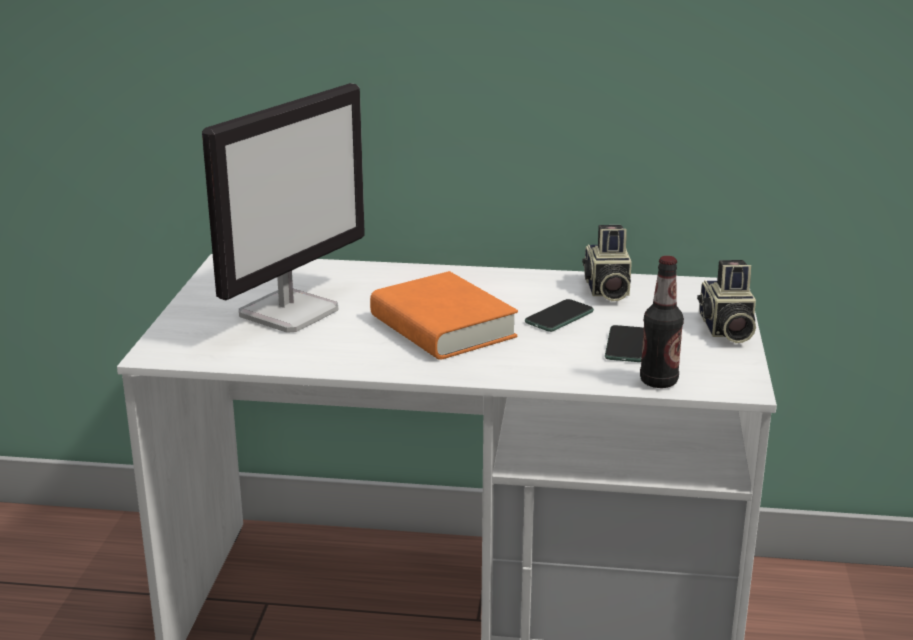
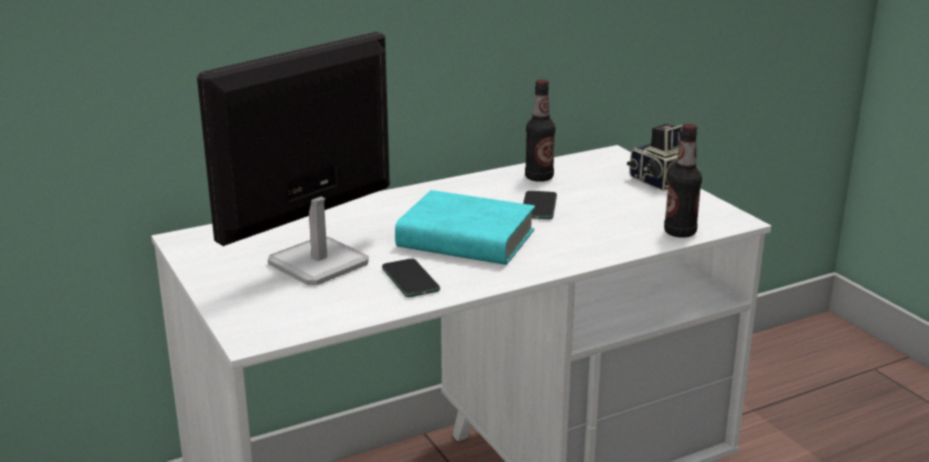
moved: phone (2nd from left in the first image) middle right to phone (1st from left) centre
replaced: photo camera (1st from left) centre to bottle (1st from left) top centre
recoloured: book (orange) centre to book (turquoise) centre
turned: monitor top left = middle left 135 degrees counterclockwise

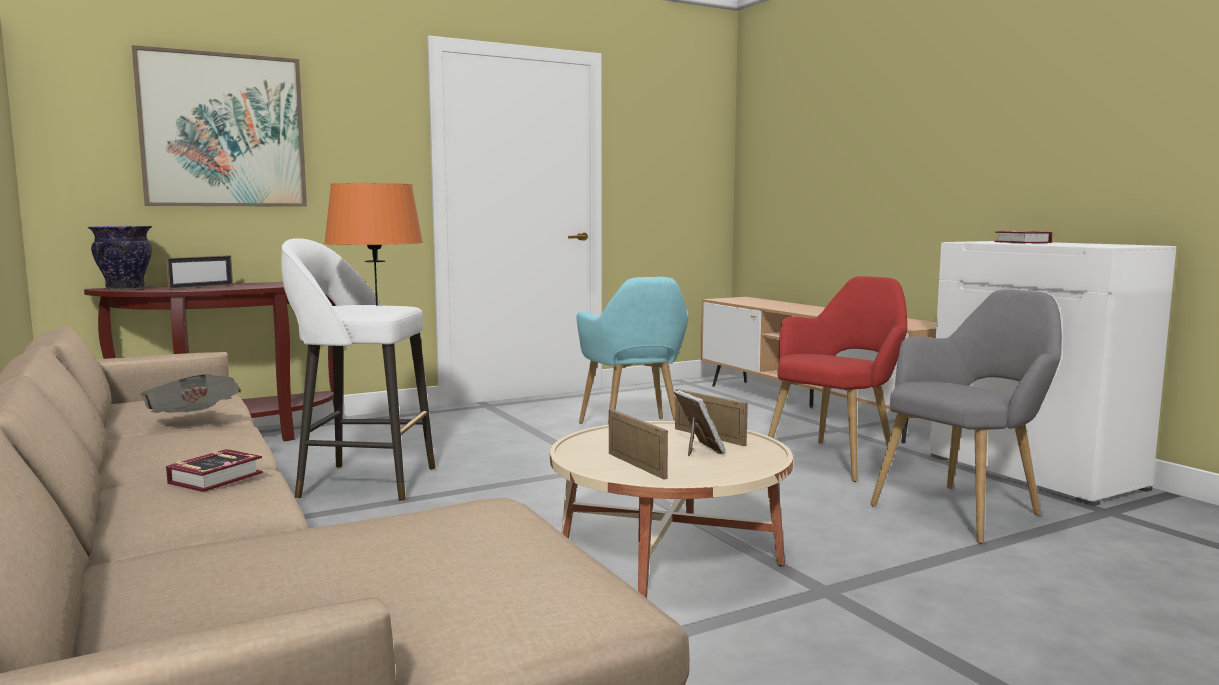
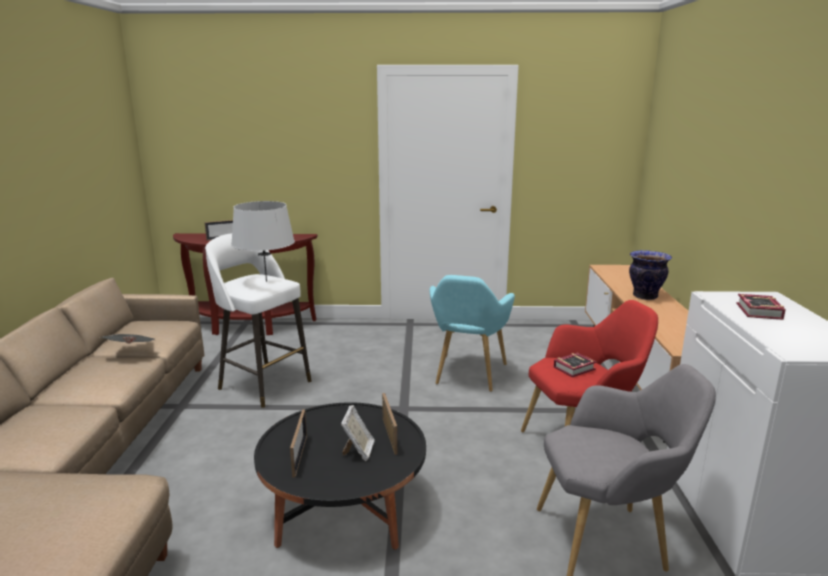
removed: picture top left
moved: book (1st from left) bottom left to middle right; vase middle left to middle right
recoloured: table lamp (orange) middle left to table lamp (grey) middle left; coffee table (beige) bottom centre to coffee table (black) bottom centre

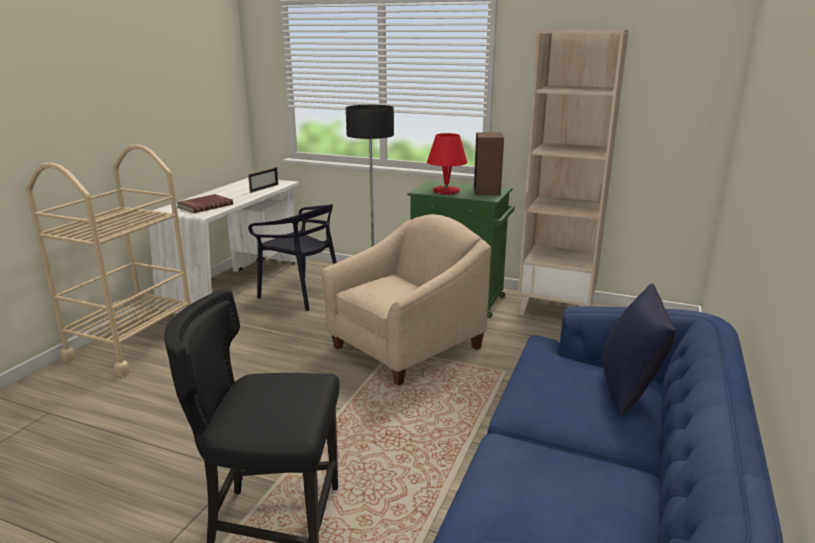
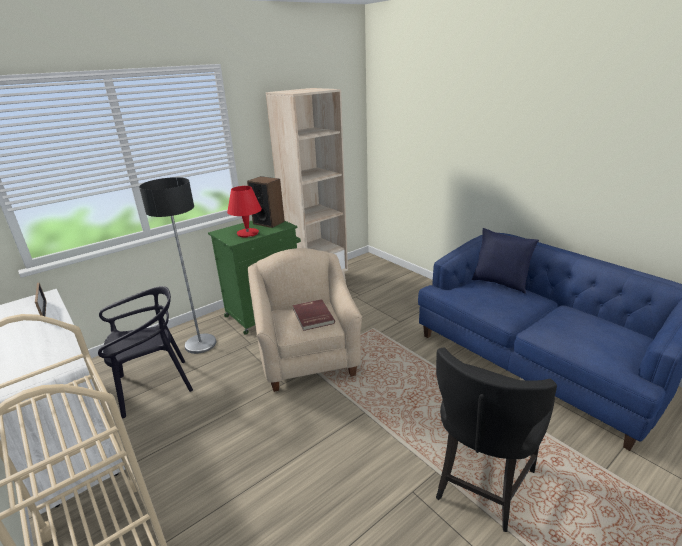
moved: book (red) middle left to centre

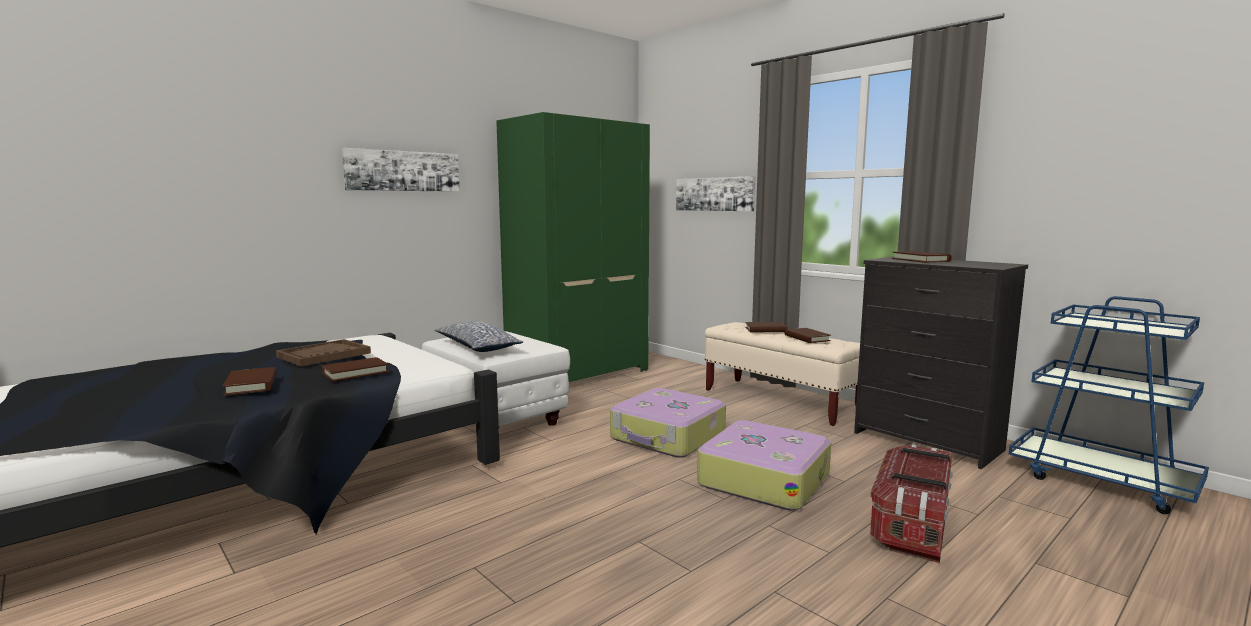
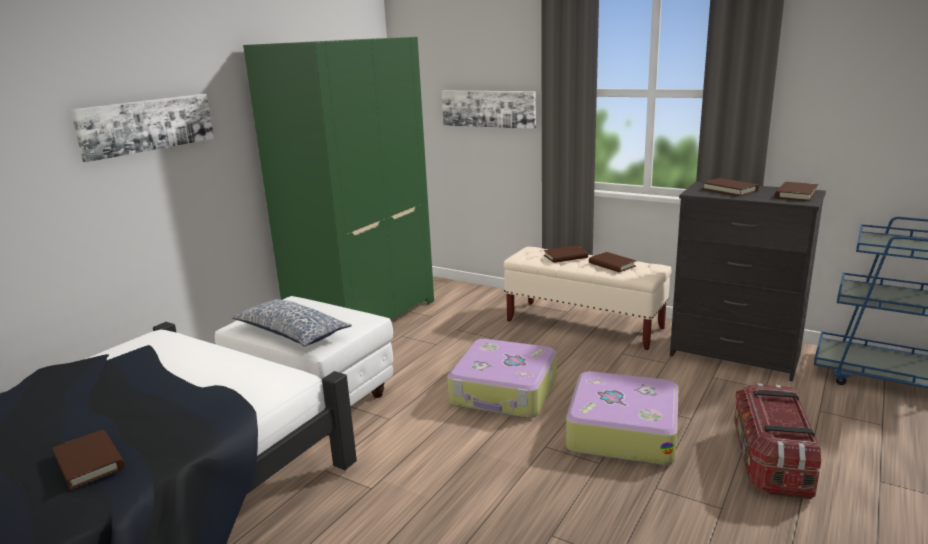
removed: tray (brown) middle left
moved: book (brown) (2nd from left in the first image) middle left to book (brown) (5th from left) middle right

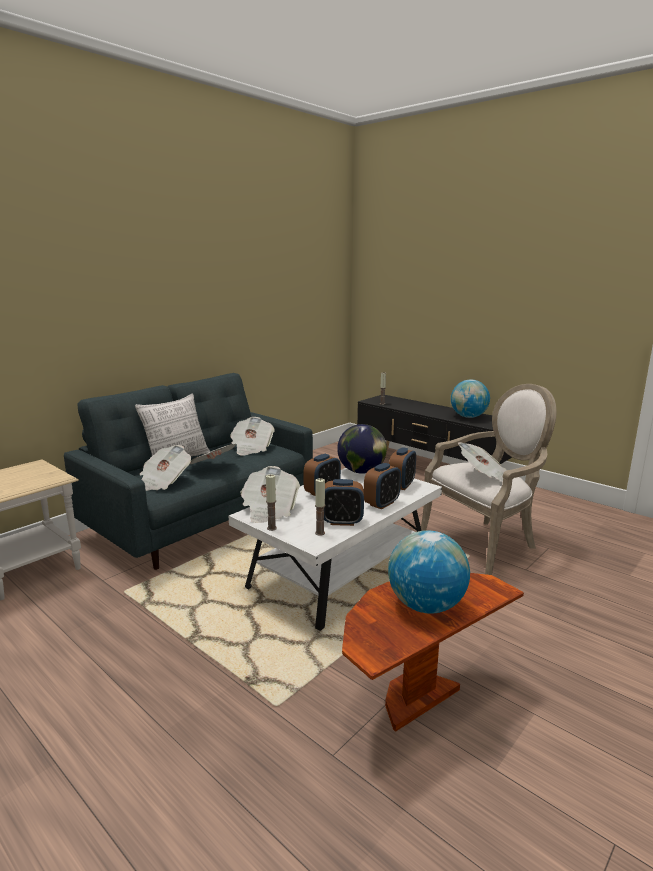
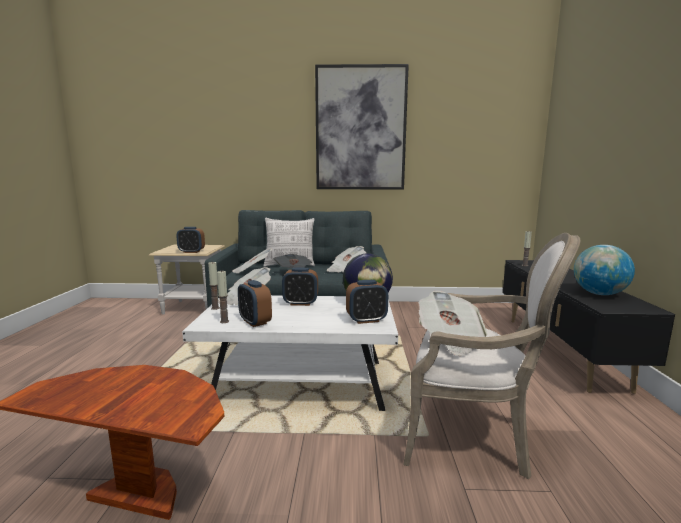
removed: globe (2nd from left) centre
added: picture top centre
moved: alarm clock (3rd from left in the first image) centre to alarm clock (1st from left) middle left

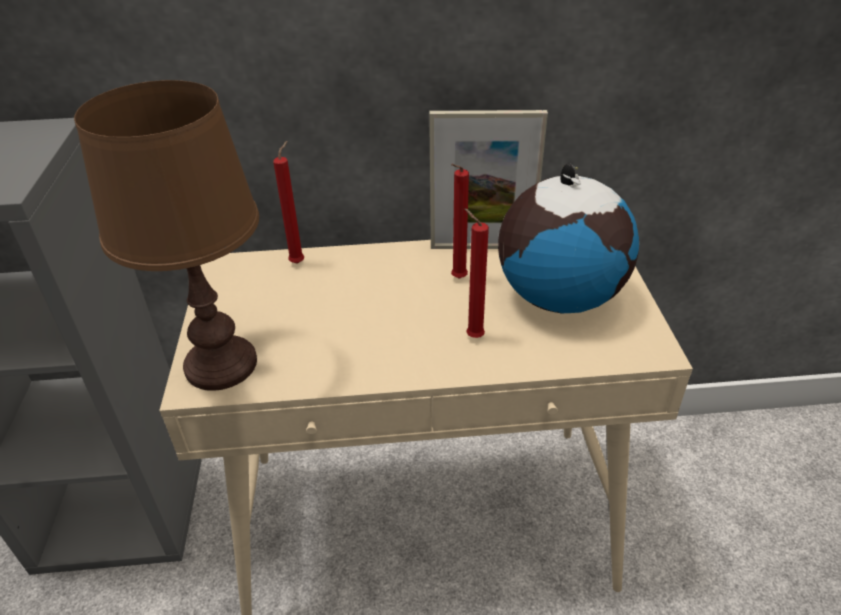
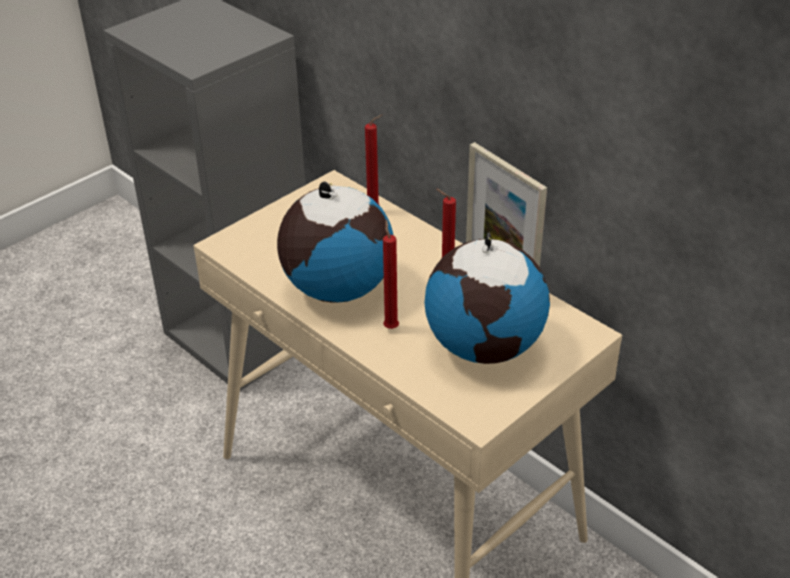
removed: table lamp (brown) middle left
added: globe (1st from left) centre

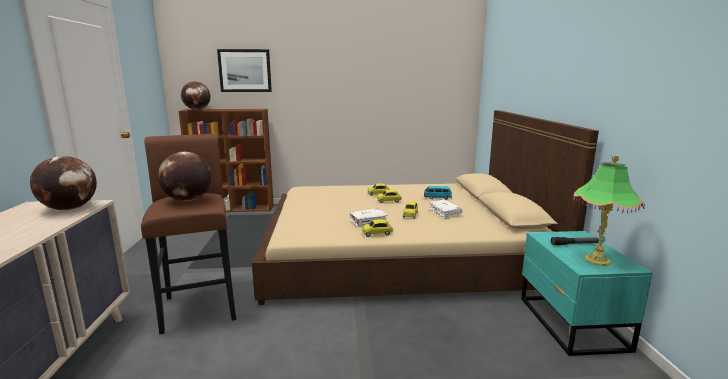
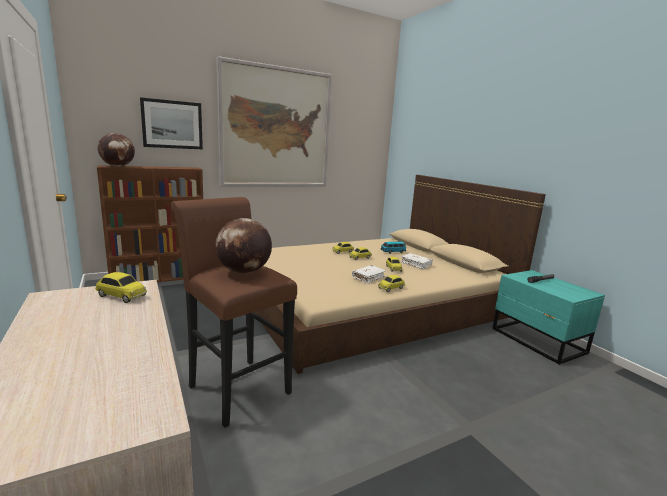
removed: table lamp middle right
added: picture (2nd from left) top centre
replaced: globe (1st from left) middle left to toy car (1st from left) middle left

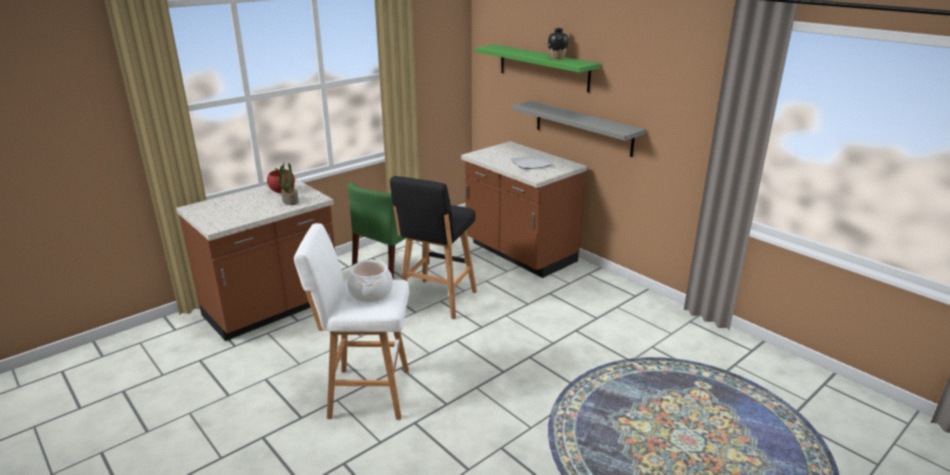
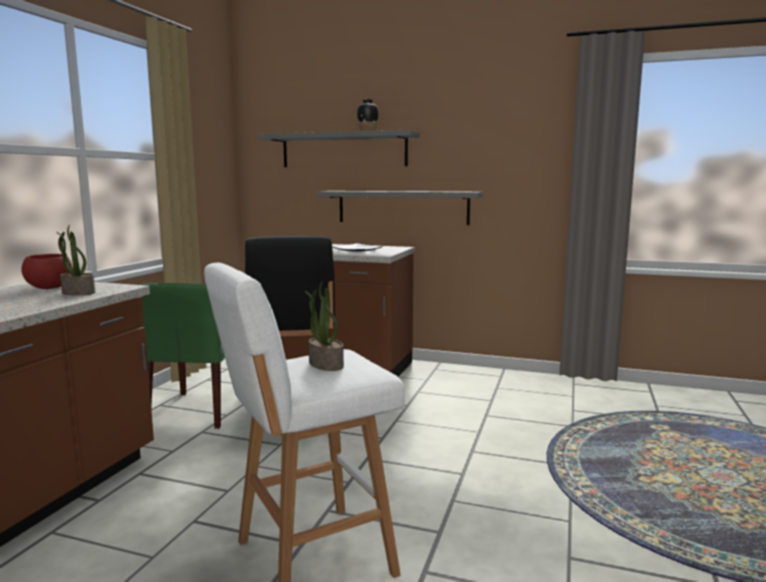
replaced: cooking pot centre to potted plant (2nd from left) centre
recoloured: shelf (green) top centre to shelf (grey) (1st from left) top centre

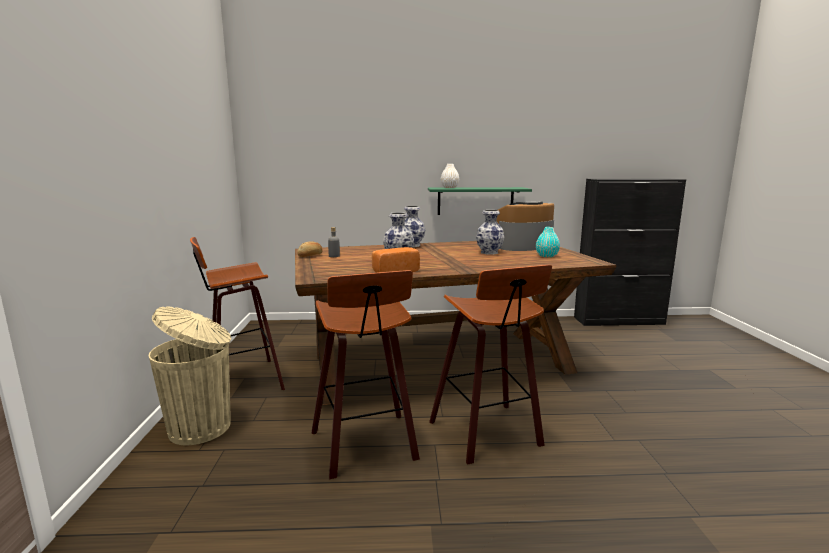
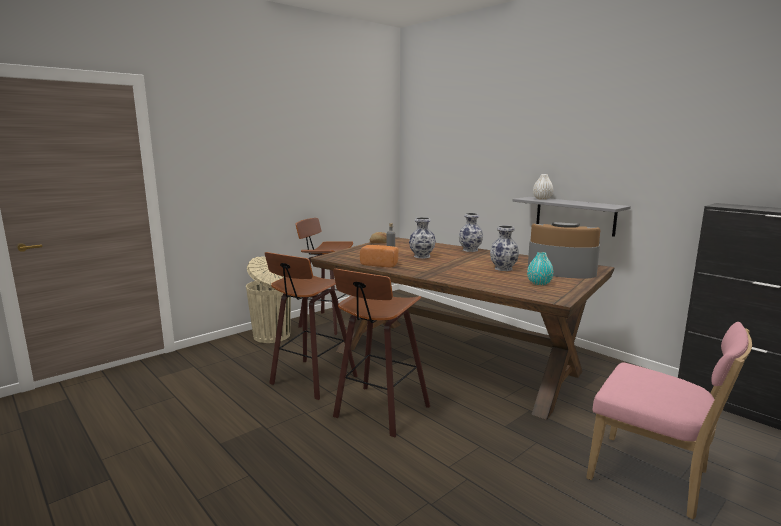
added: chair (pink) bottom right
recoloured: shelf (green) centre to shelf (grey) middle right

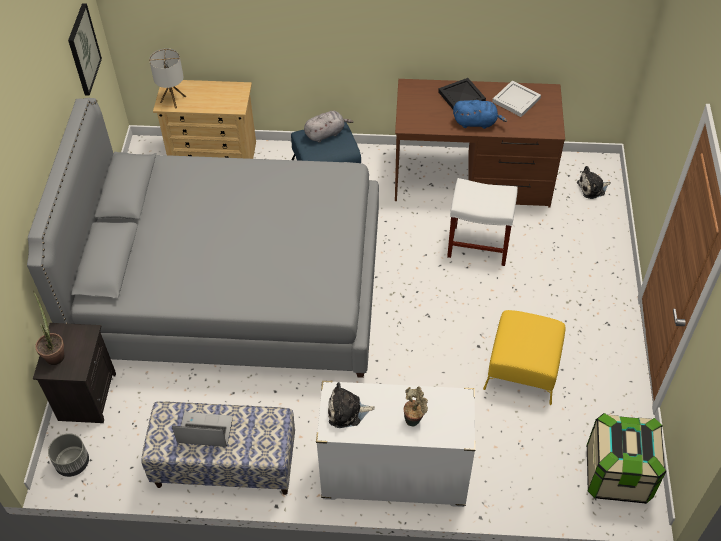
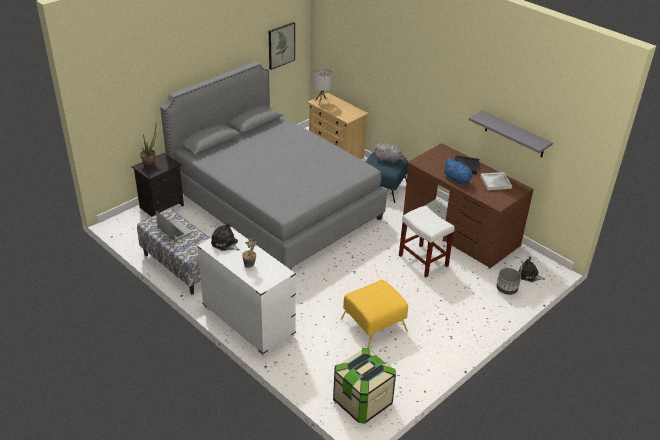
added: shelf (grey) top right
moved: planter (grey) bottom left to middle right

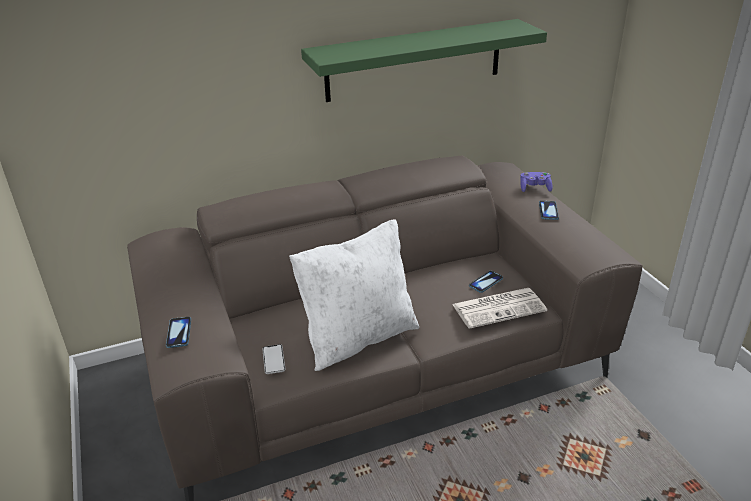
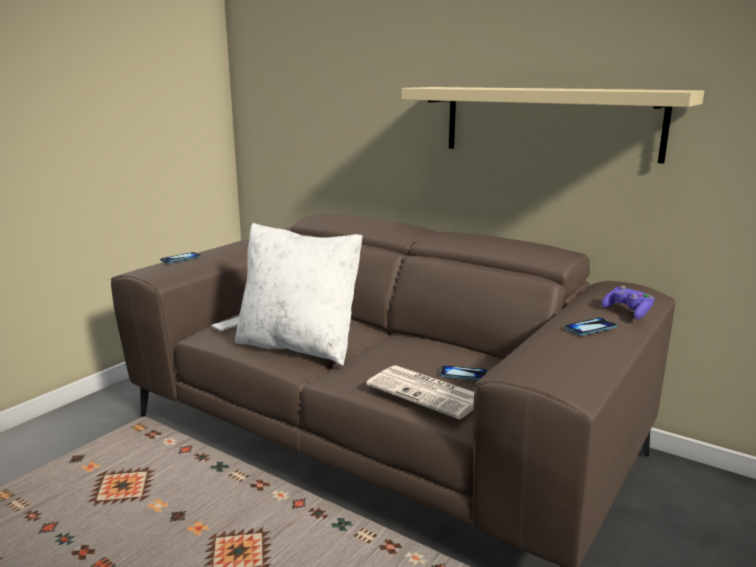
recoloured: shelf (green) top centre to shelf (beige) top right

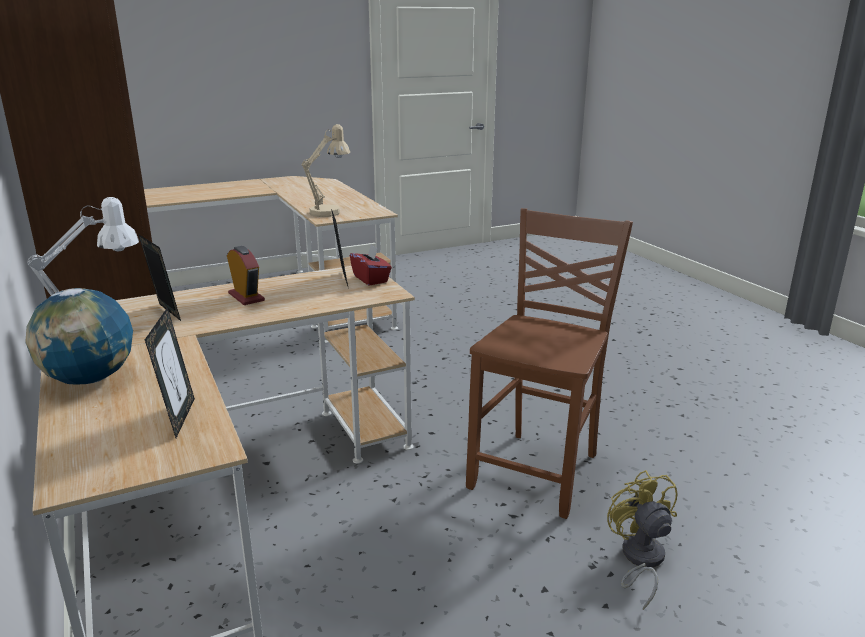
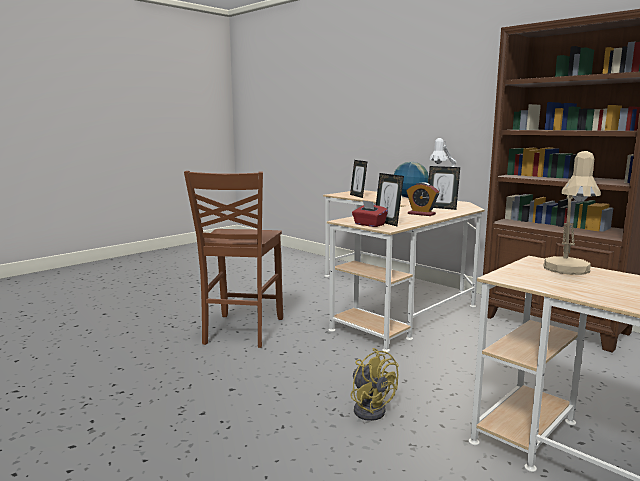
moved: fan (yellow) bottom right to bottom centre

